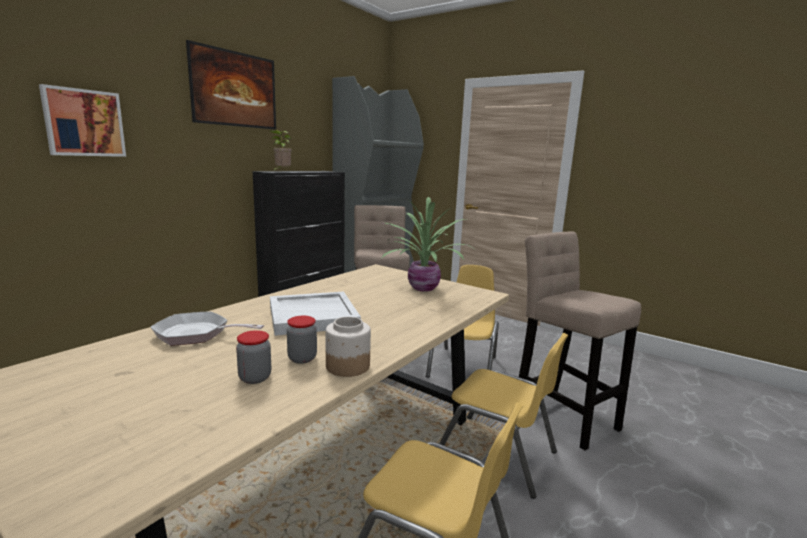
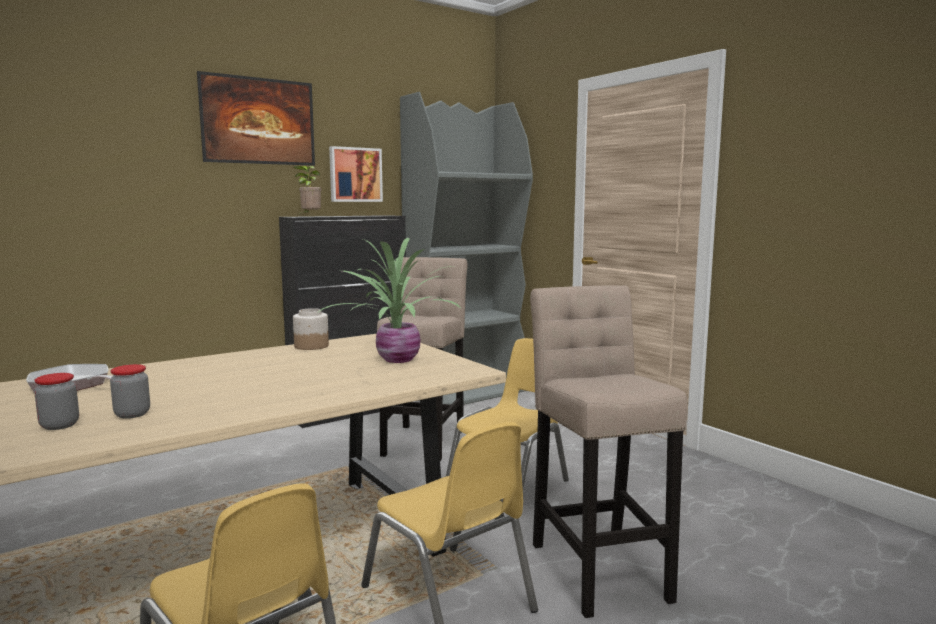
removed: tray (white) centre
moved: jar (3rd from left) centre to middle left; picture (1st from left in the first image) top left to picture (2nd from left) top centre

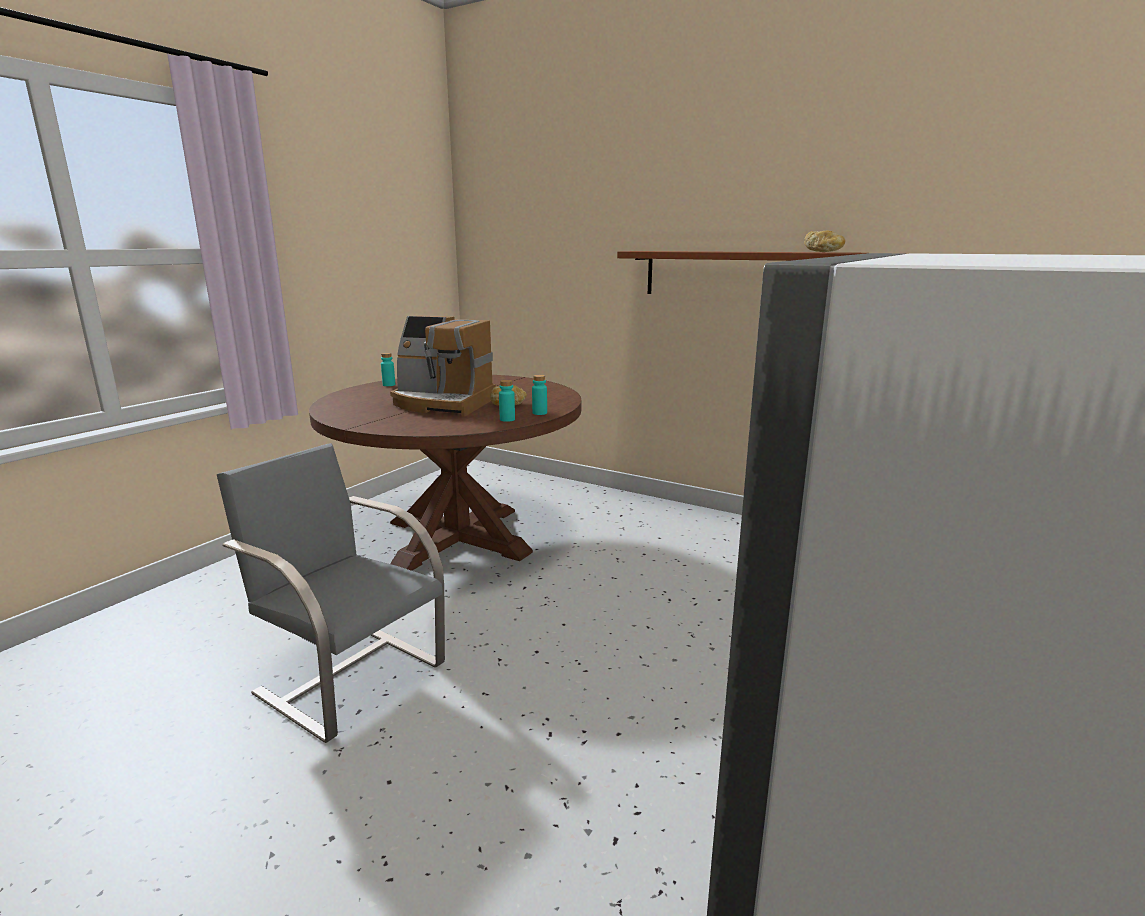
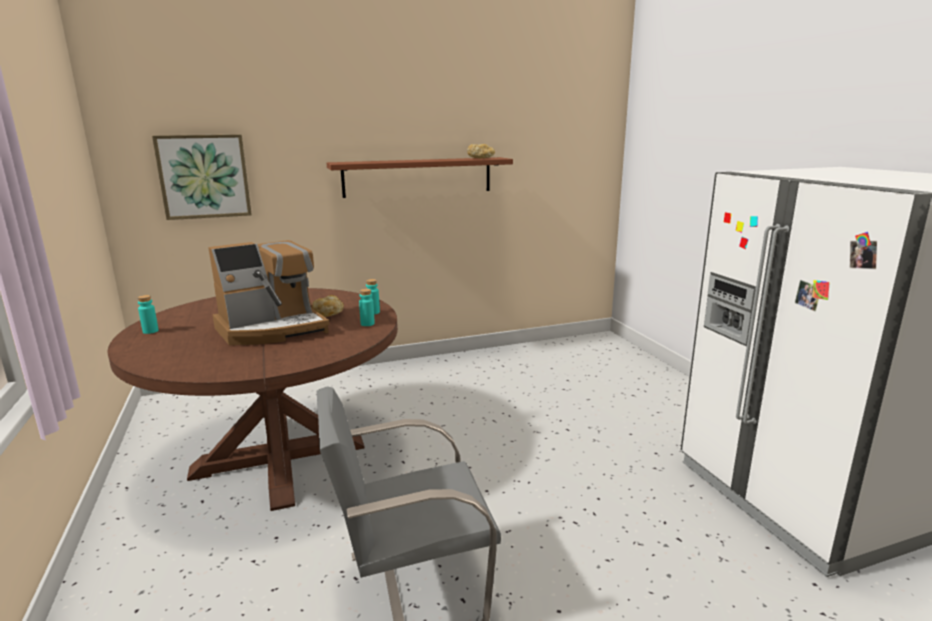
added: picture top left

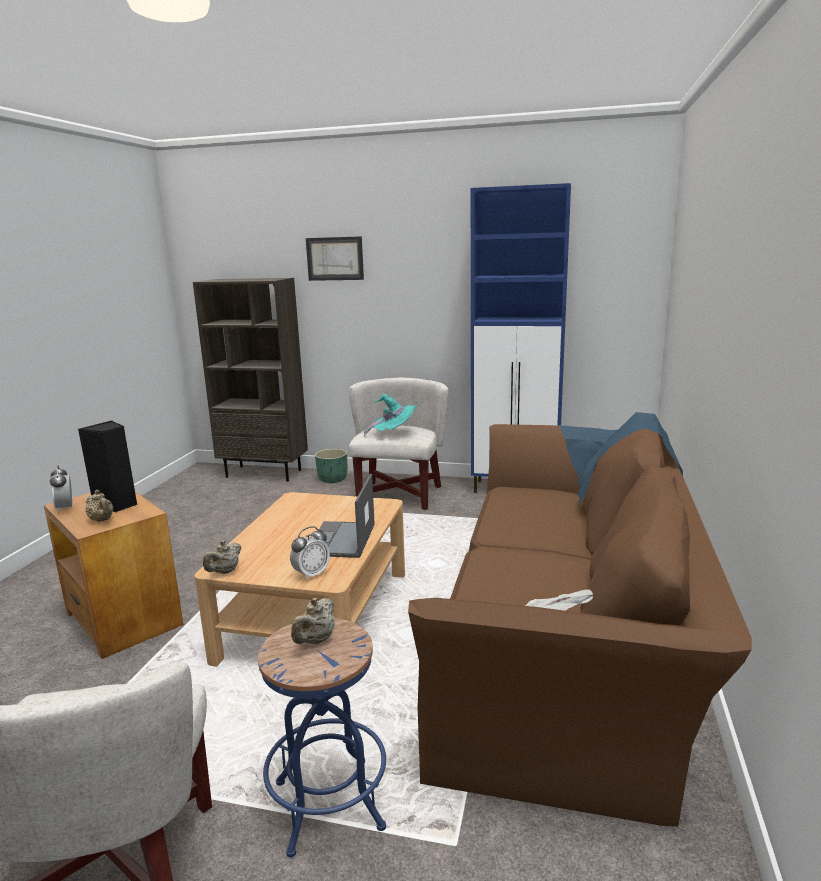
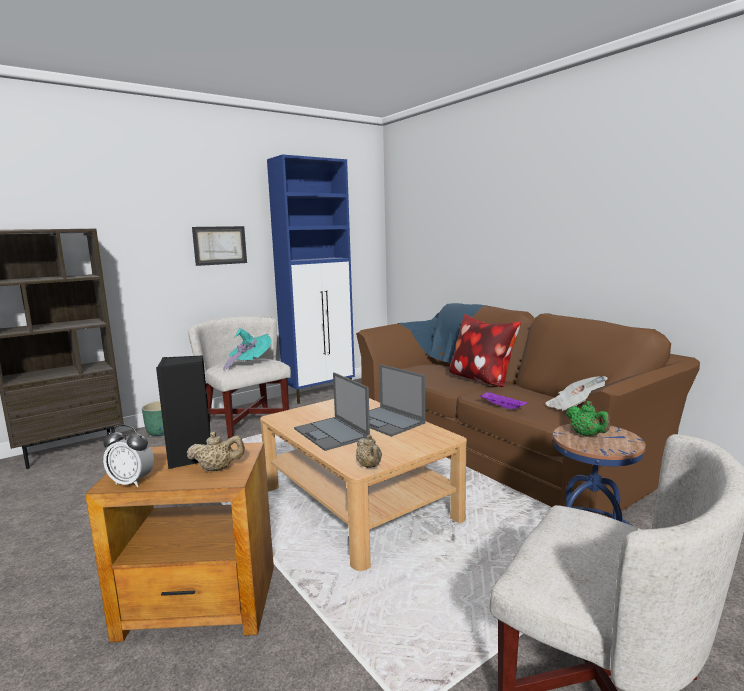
removed: alarm clock (2nd from left) centre
added: laptop (1st from left) centre; pillow centre; tray (purple) middle right
moved: picture top centre to middle left
recoloured: teapot (beige) (3rd from left) bottom centre to teapot (green) middle right

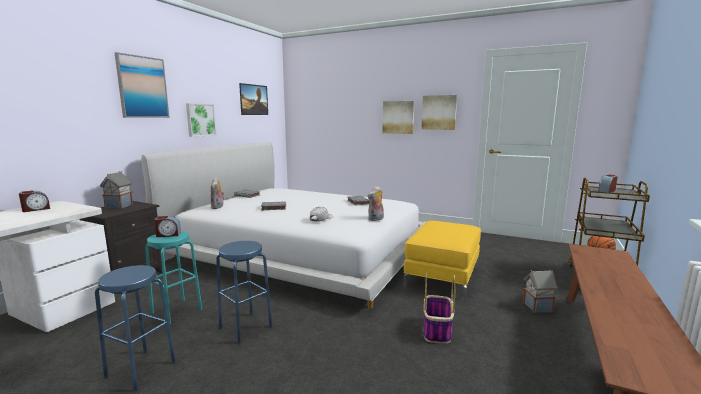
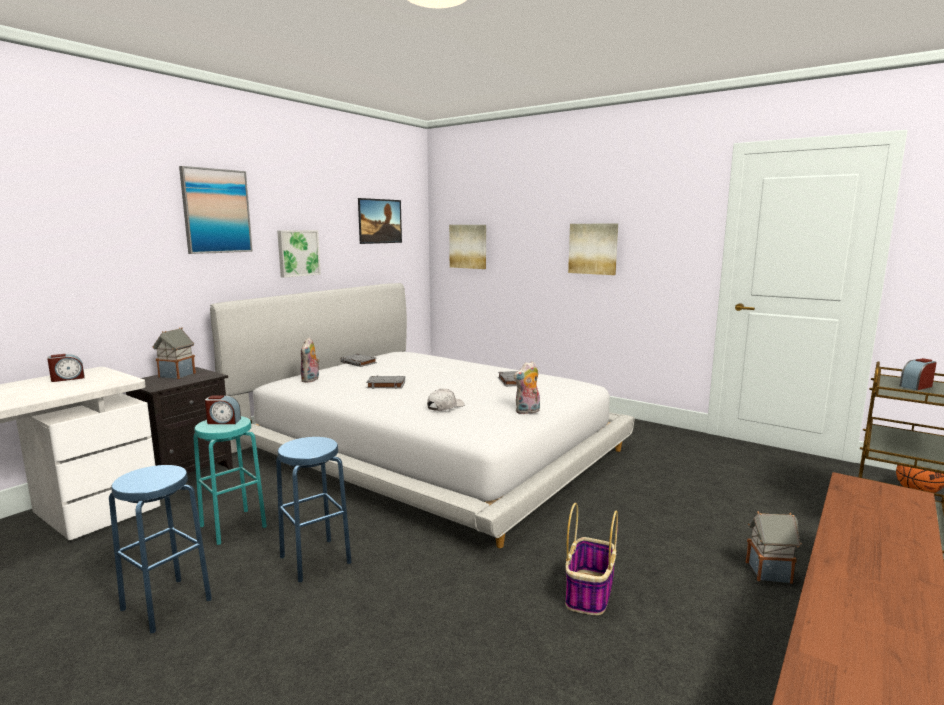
removed: ottoman (yellow) centre
moved: picture (5th from left in the first image) top centre to picture (4th from left) centre

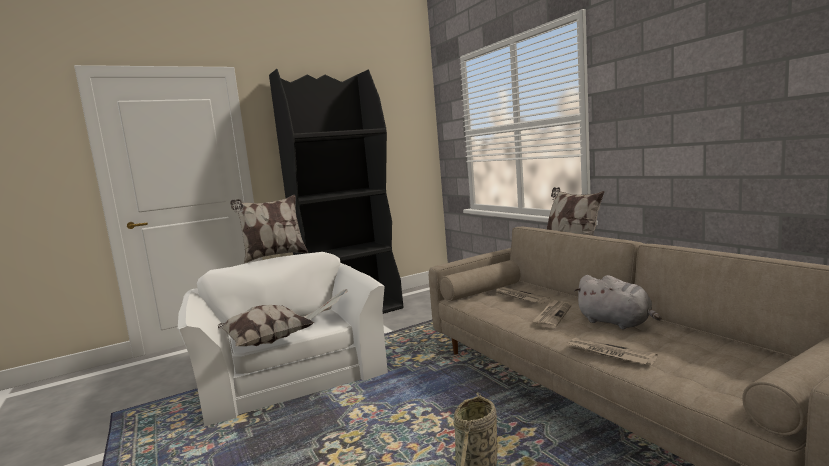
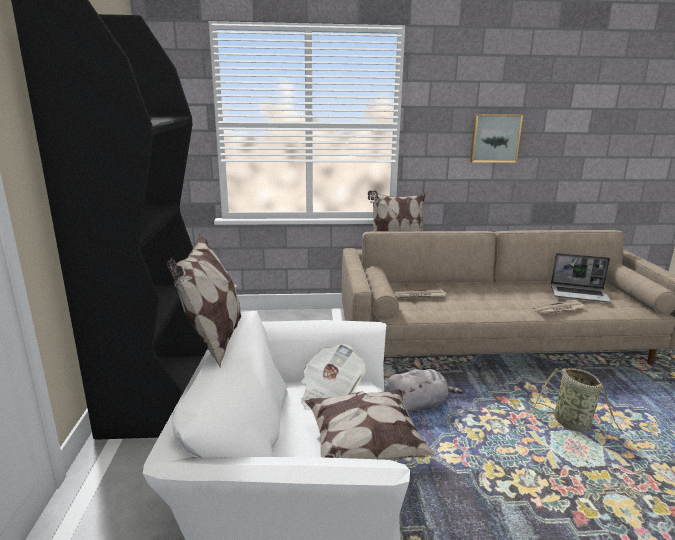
removed: newspaper (3rd from left) bottom centre
added: picture top right; laptop middle right
moved: plush toy (grey) middle right to bottom centre

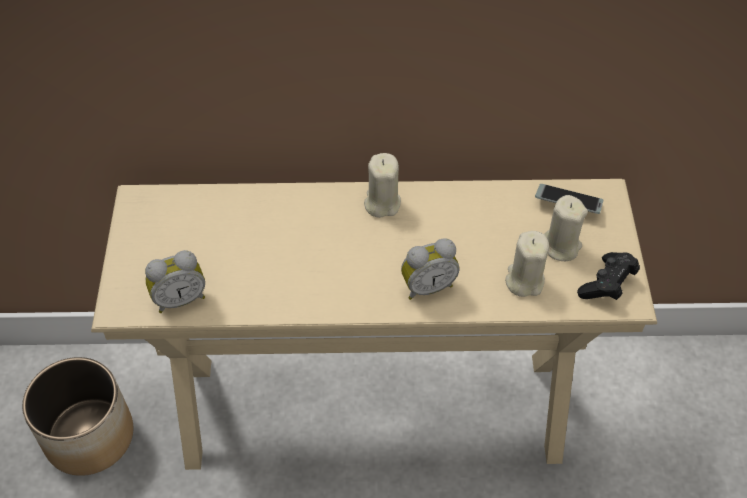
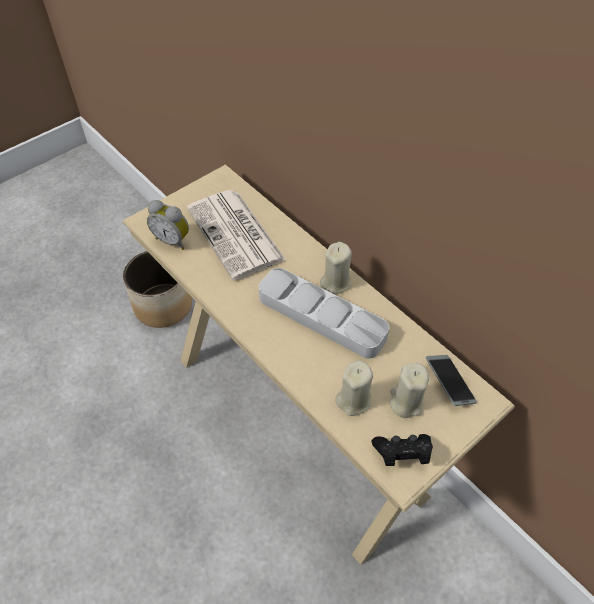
removed: alarm clock (2nd from left) centre
added: newspaper centre; tray (grey) centre

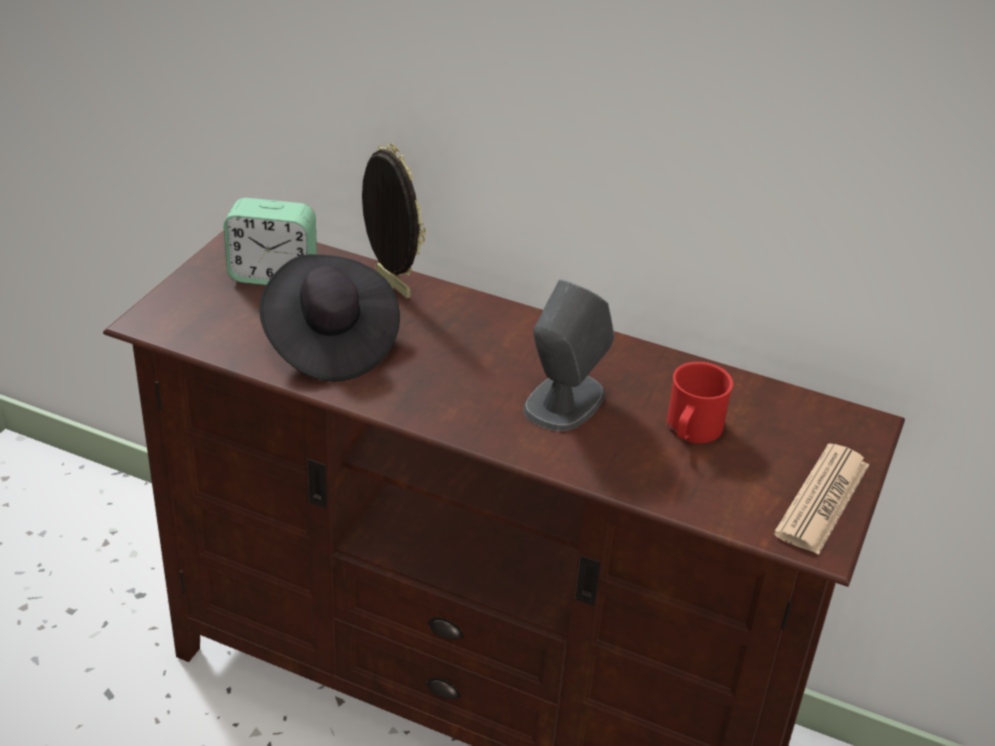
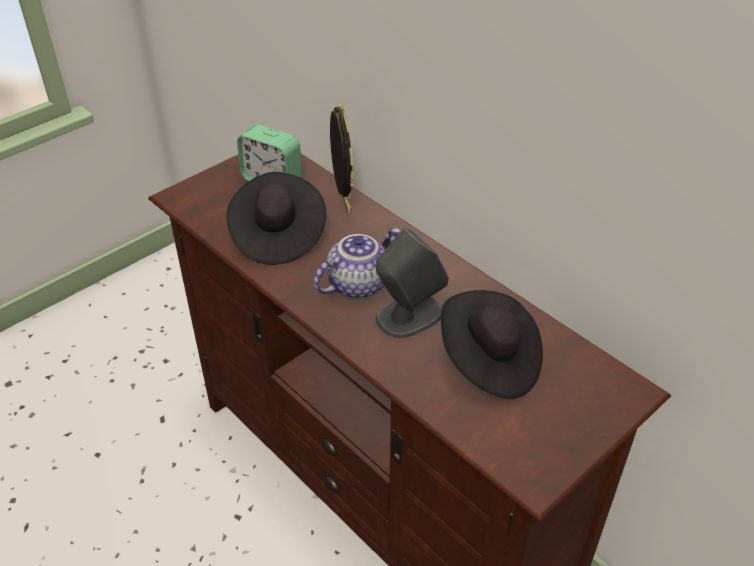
removed: newspaper bottom right
added: teapot centre
replaced: mug (red) middle right to hat (black) (2nd from left) centre

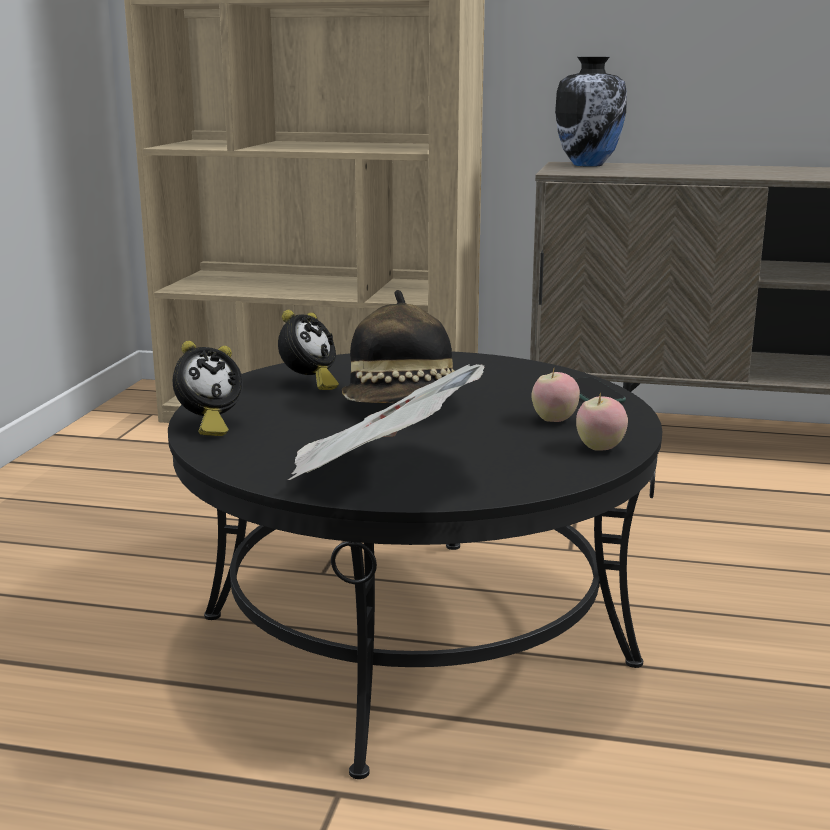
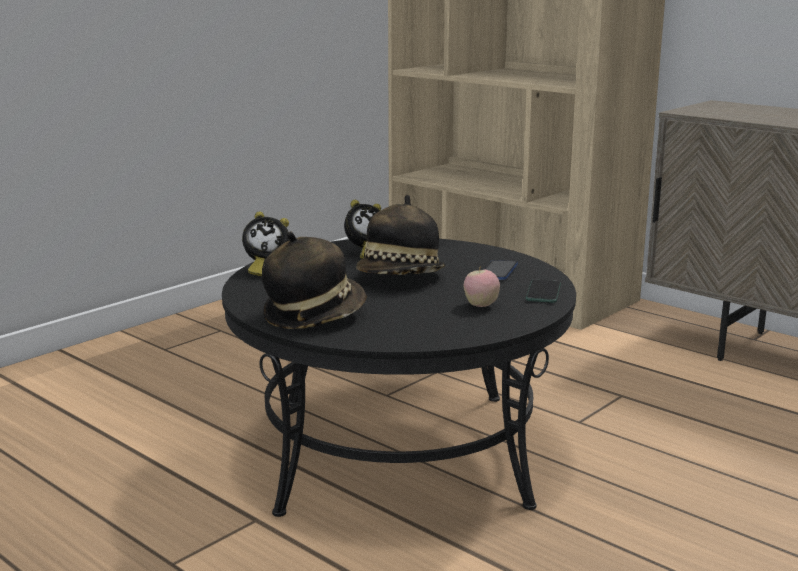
removed: vase top right; apple (2nd from left) middle right
added: phone (1st from left) centre
replaced: newspaper centre to hat (1st from left) centre

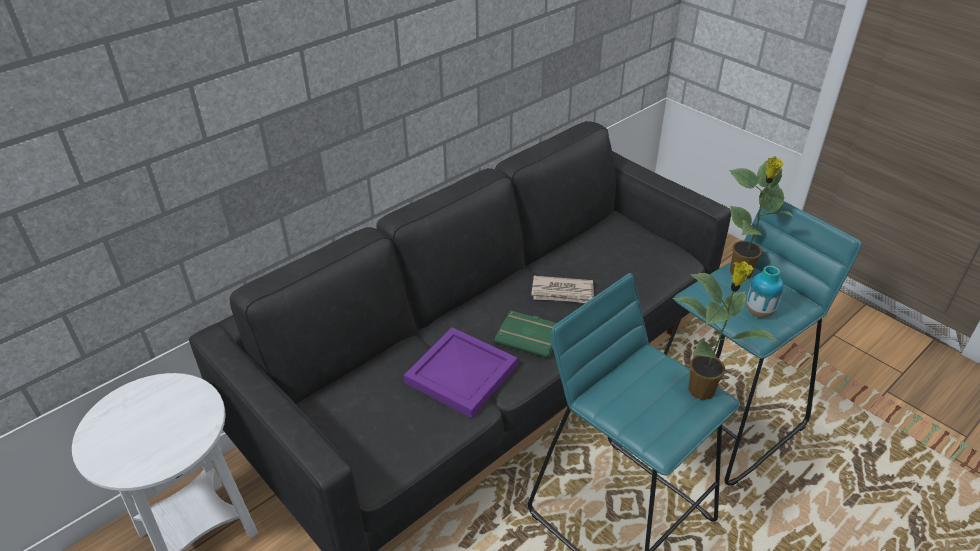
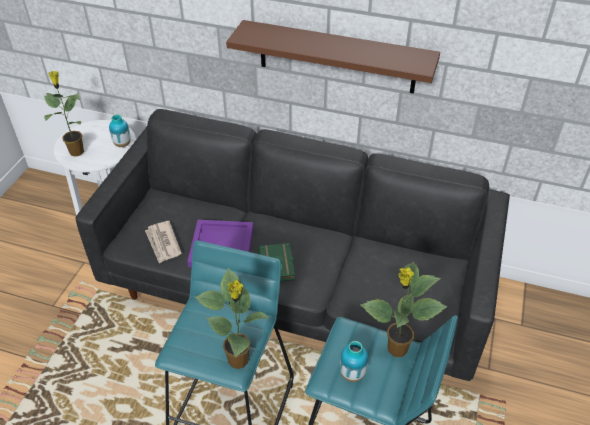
added: potted plant (1st from left) top left; vase (1st from left) top left; shelf (brown) top centre
moved: newspaper centre to middle left

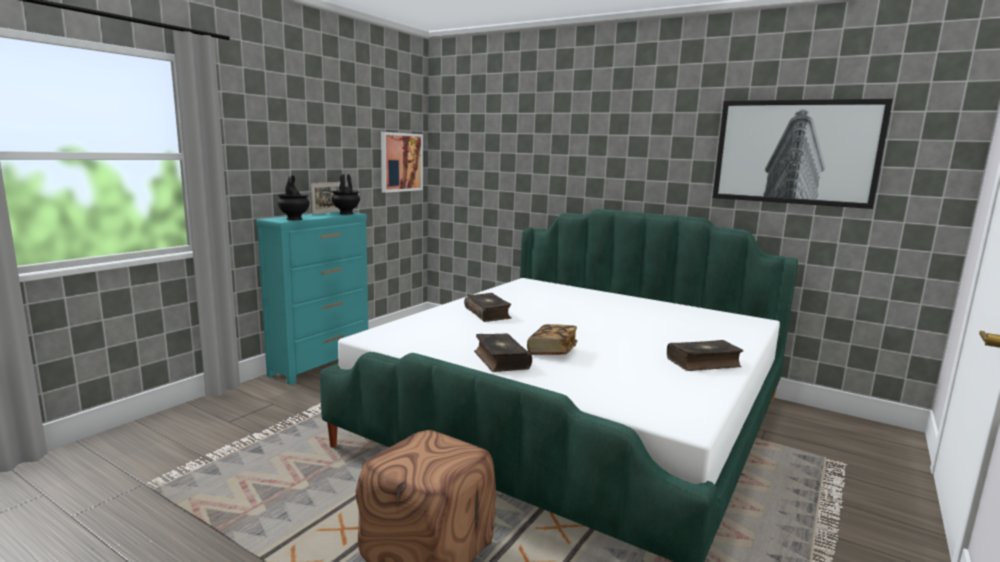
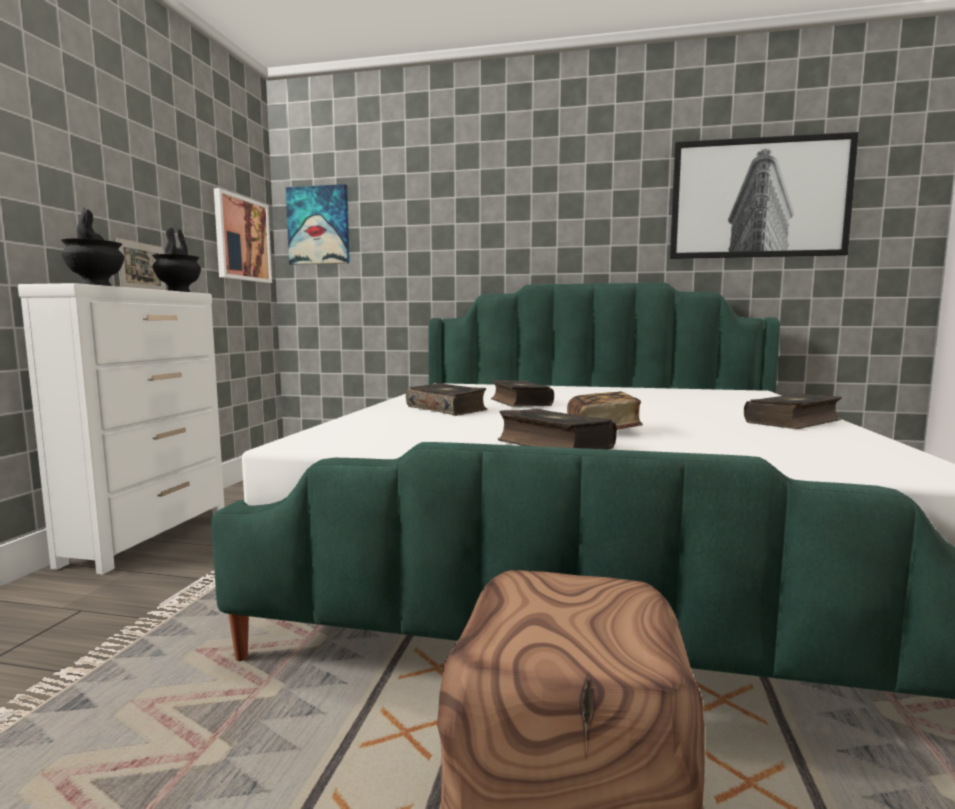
added: picture (2nd from left) top left; book (2nd from left) centre
recoloured: dresser (turquoise) middle left to dresser (white) middle left

